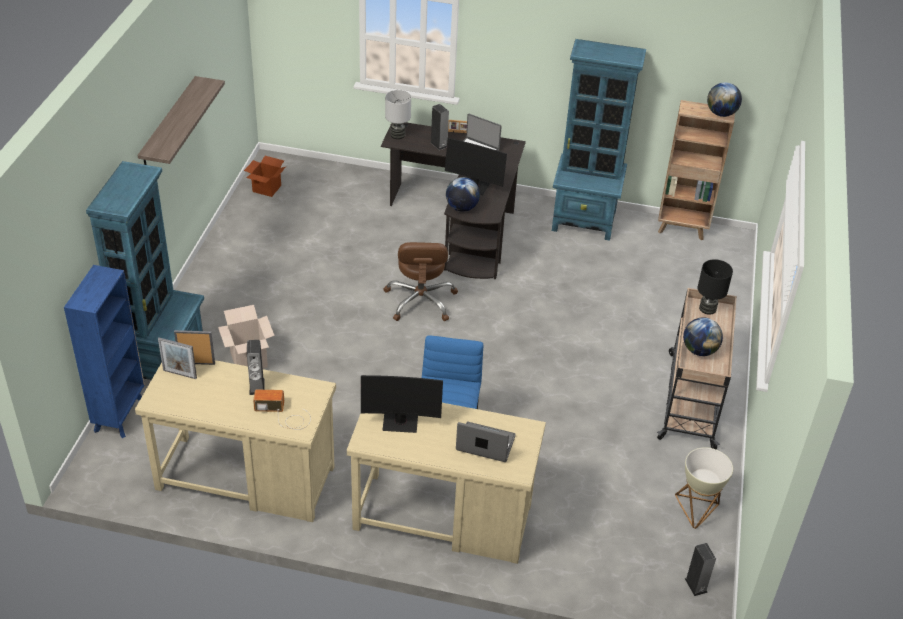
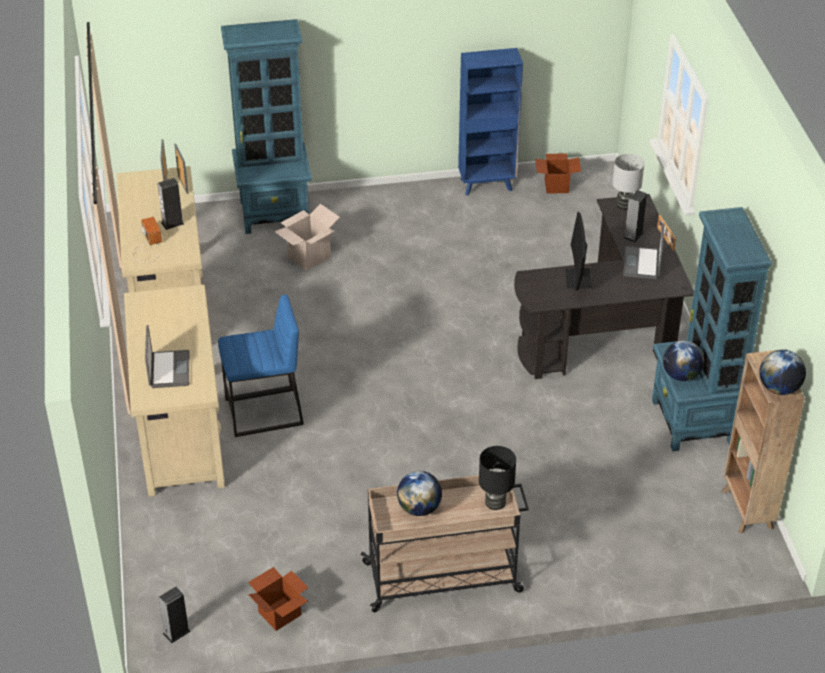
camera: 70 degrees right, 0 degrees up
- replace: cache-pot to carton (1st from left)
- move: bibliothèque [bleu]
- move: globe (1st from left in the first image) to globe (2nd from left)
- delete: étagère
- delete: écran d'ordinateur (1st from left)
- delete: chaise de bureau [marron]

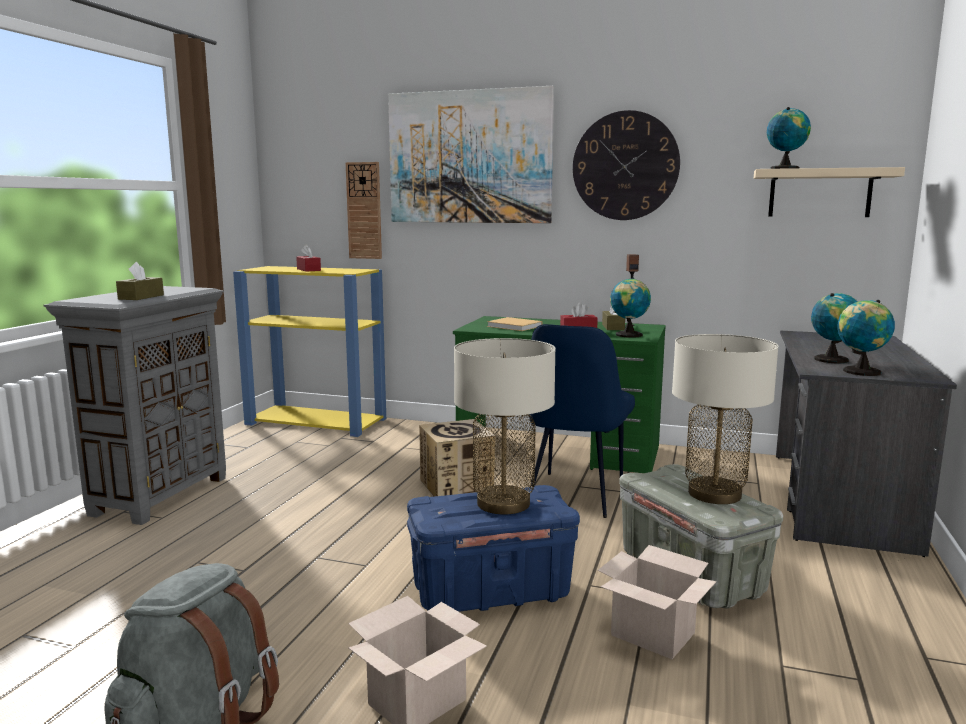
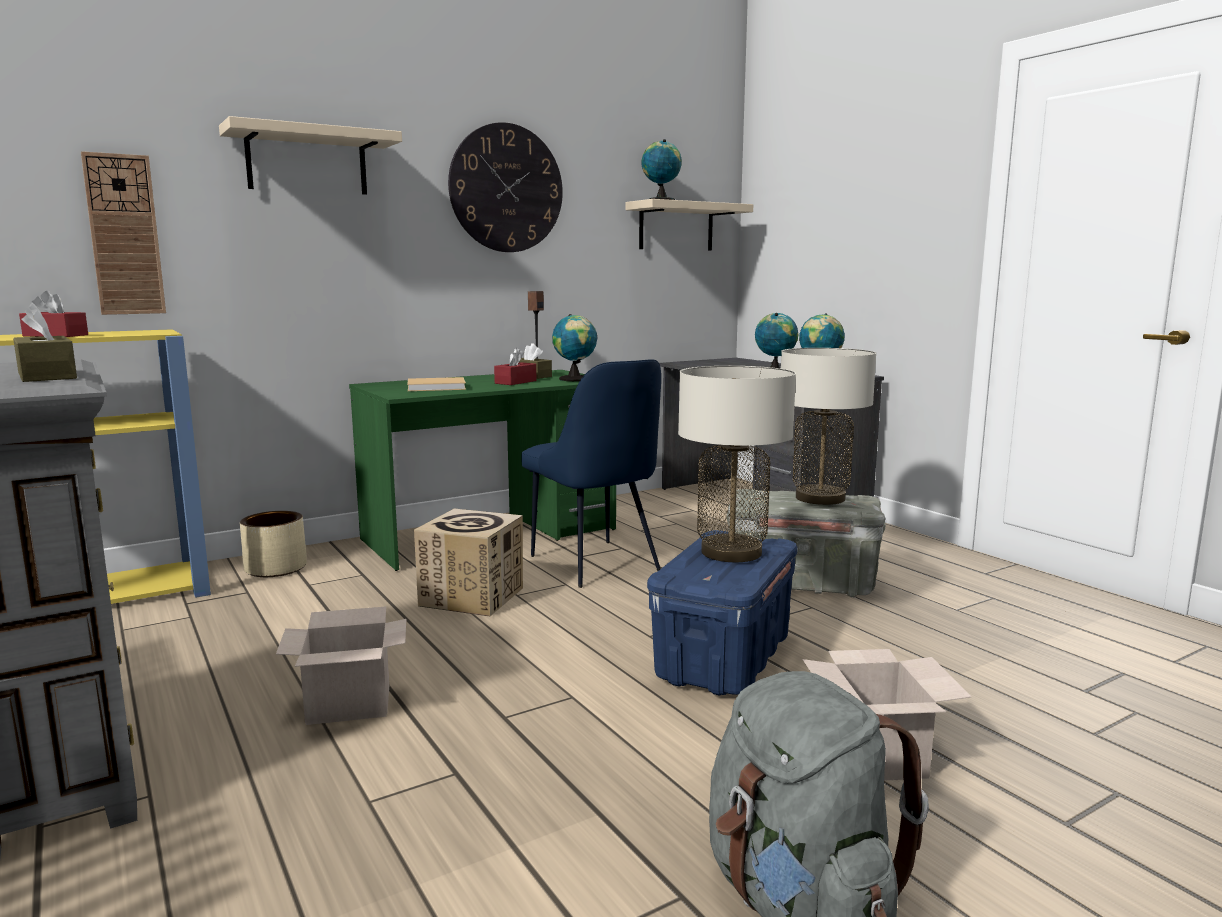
camera: 50 degrees left, 0 degrees up
- replace: tableau to étagère [beige] (1st from left)
- insert: cache-pot [beige]
- move: carton (3rd from left in the first image) to carton (1st from left)

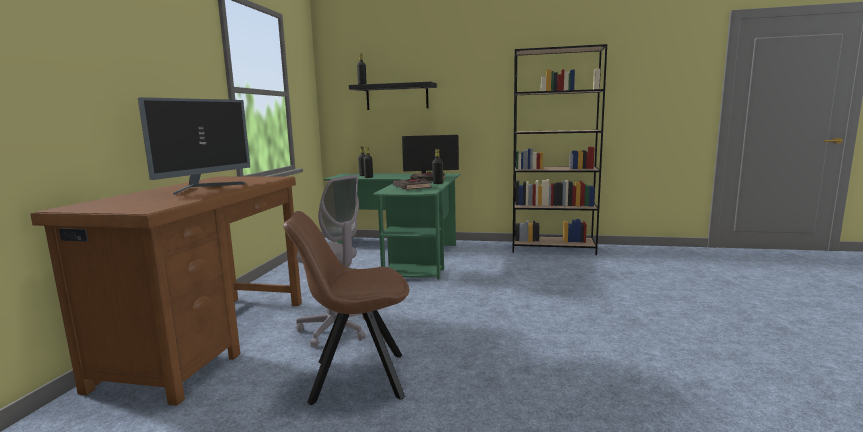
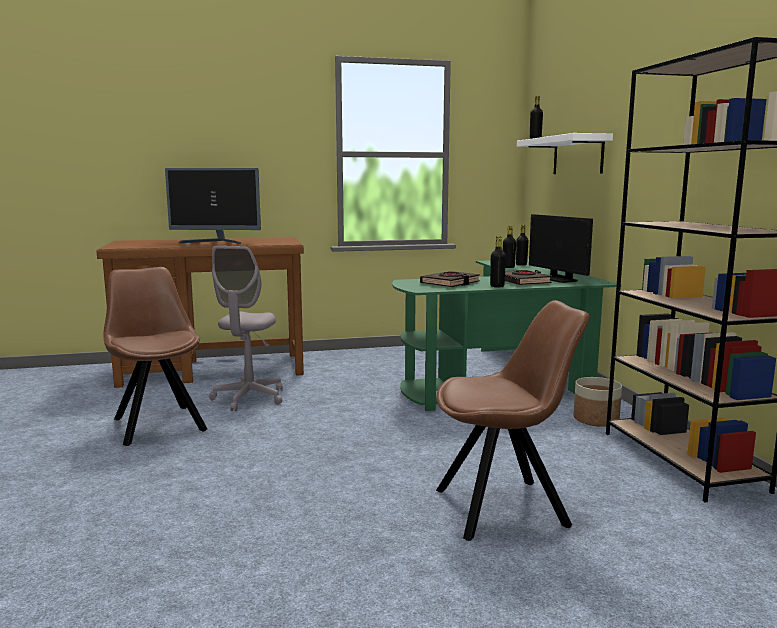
camera: 65 degrees right, 0 degrees up
- insert: chaise [marron] (2nd from left)
- recolor: étagère [noir] to étagère [blanc]
- insert: cache-pot

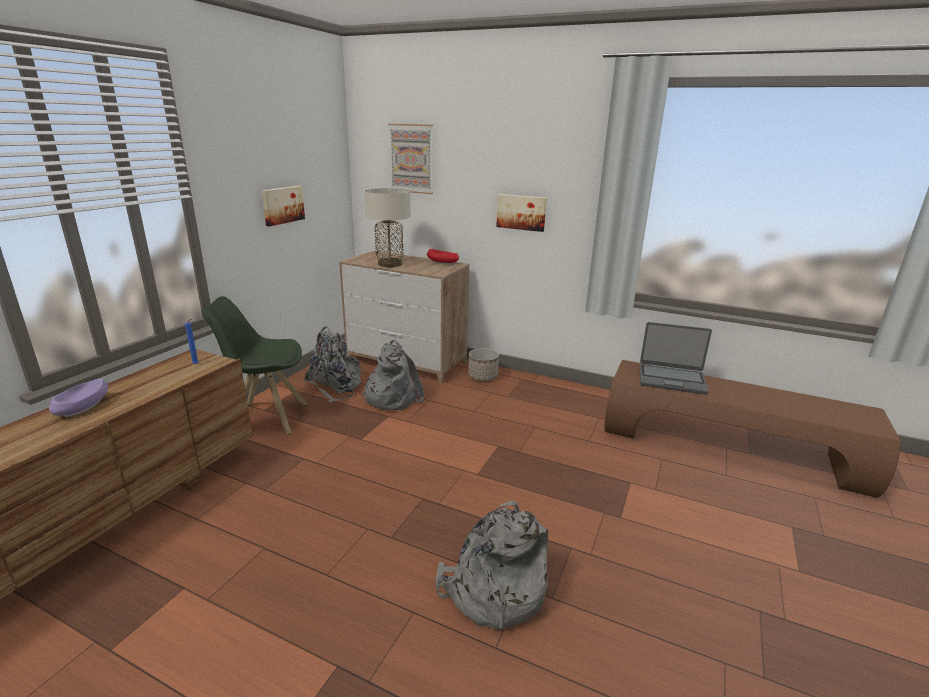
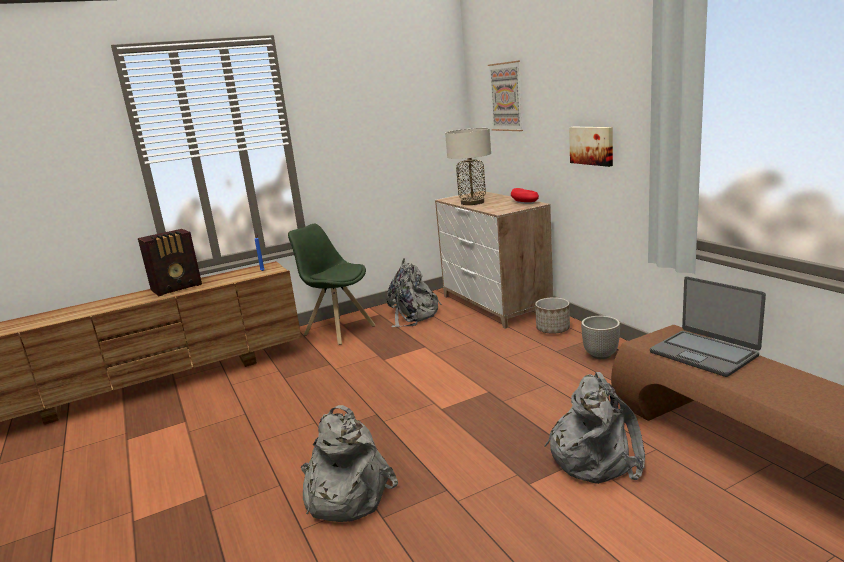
camera: 40 degrees right, 5 degrees down
- replace: bol [violet] to radio
- move: sac à dos [gris] (2nd from left in the first image) to sac à dos [gris] (3rd from left)
- insert: cache-pot (2nd from left)
- delete: tableau (1st from left)

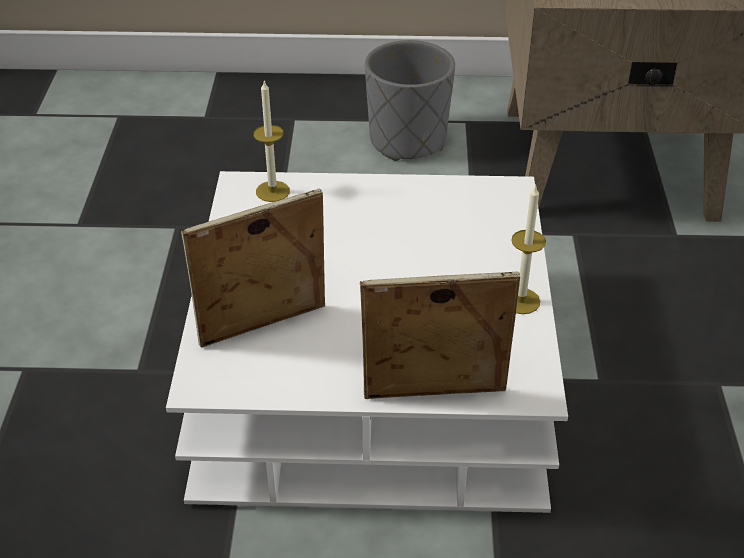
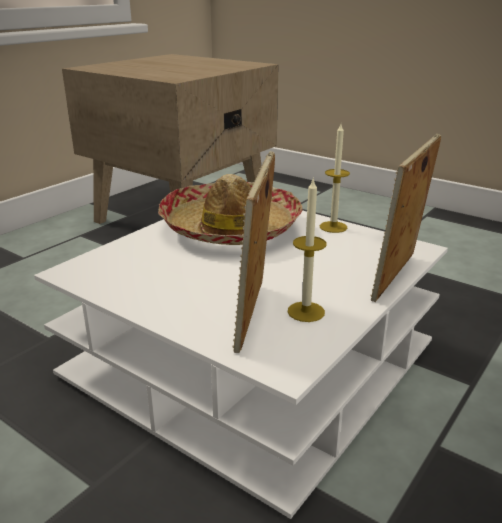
camera: 55 degrees left, 15 degrees down
- insert: chapeau
- move: bougie (1st from left)
- delete: cache-pot [gris]

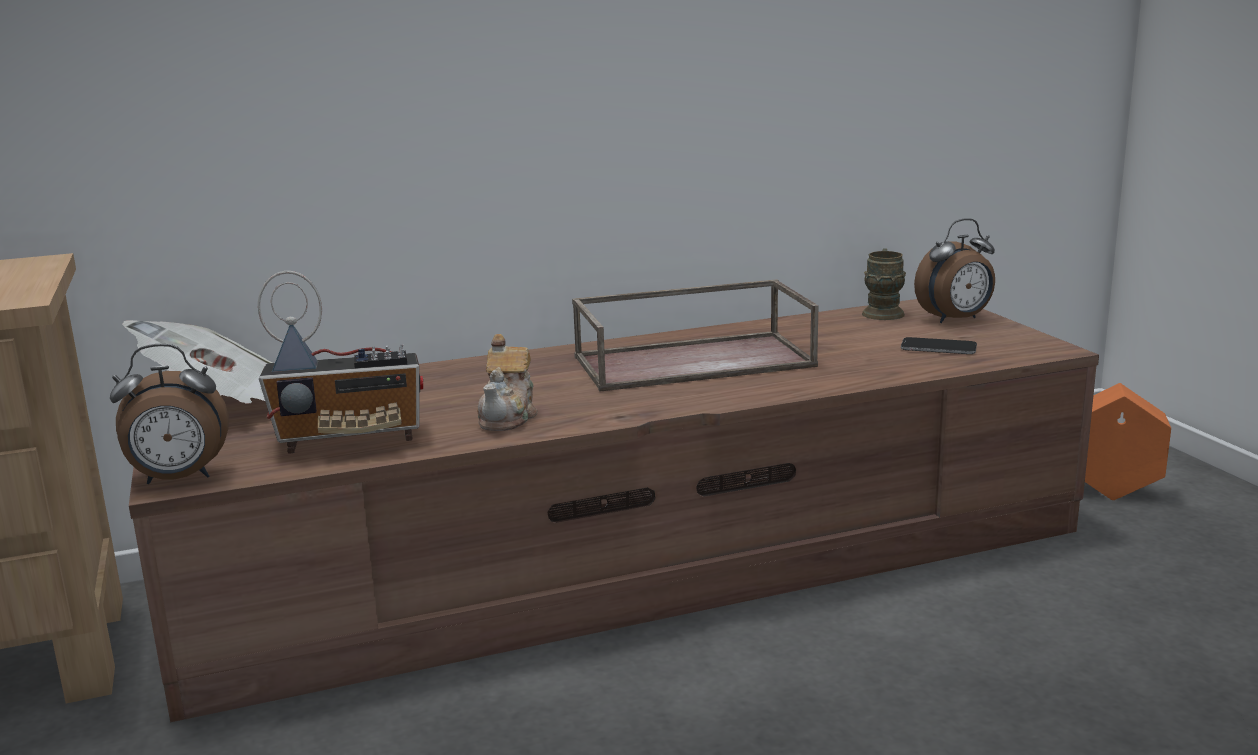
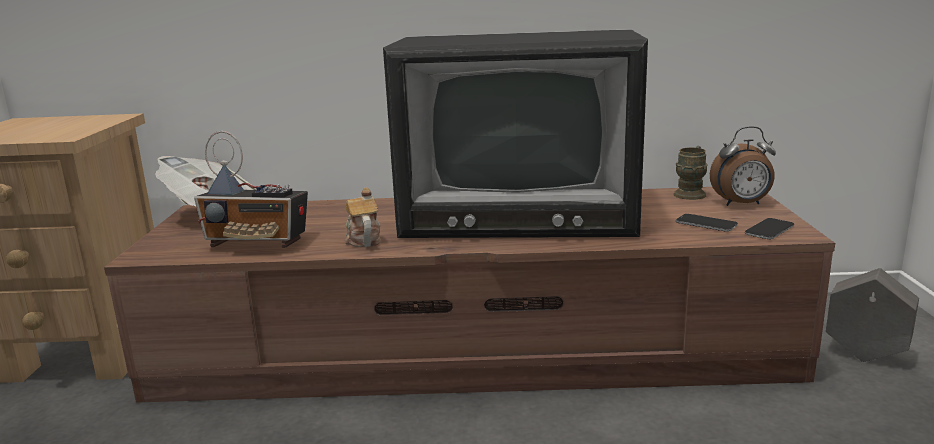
camera: 20 degrees right, 0 degrees up
- rotate: théière 135 degrees clockwise
- replace: plateau [marron] to téléviseur
- insert: téléphone (2nd from left)
- recolor: cache-pot [orange] to cache-pot [gris]
- delete: réveil (1st from left)

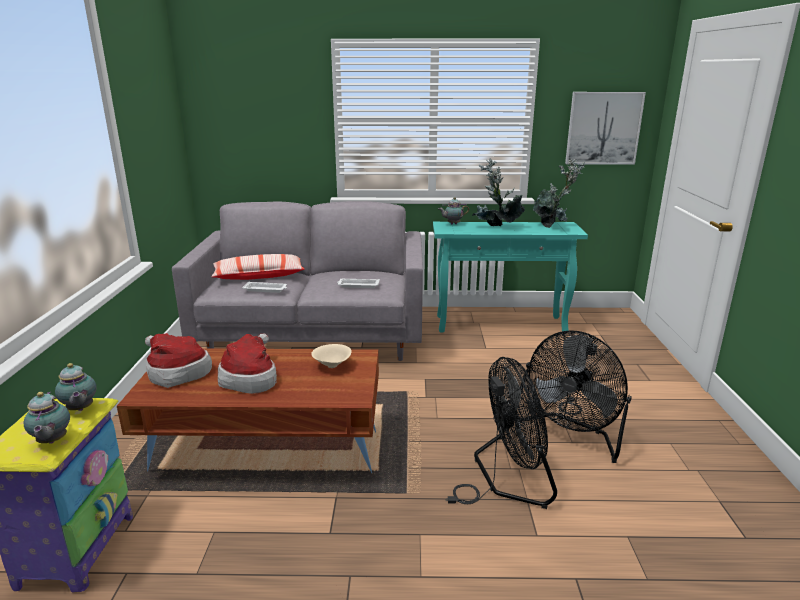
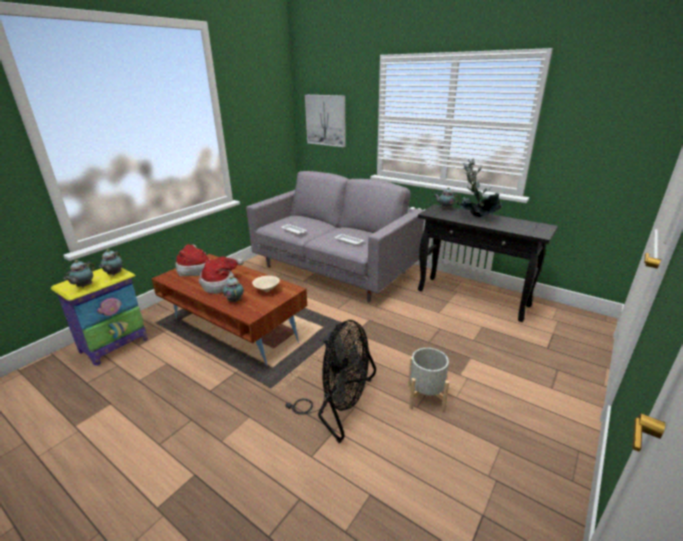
camera: 35 degrees right, 5 degrees up
- insert: théière (3rd from left)
- move: tableau
- replace: ventilateur [noir] (2nd from left) to cache-pot [gris]
- recolor: table console [turquoise] to table console [noir]
- delete: coussin
- delete: plante en pot (2nd from left)

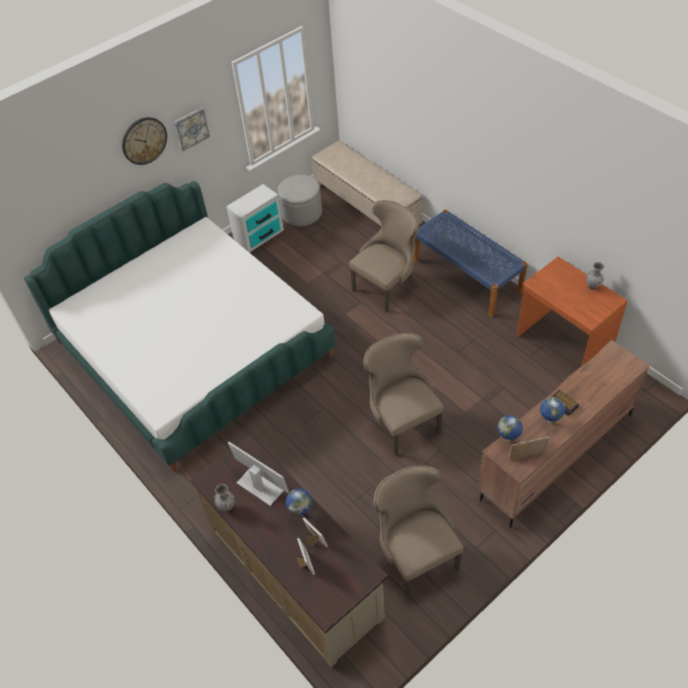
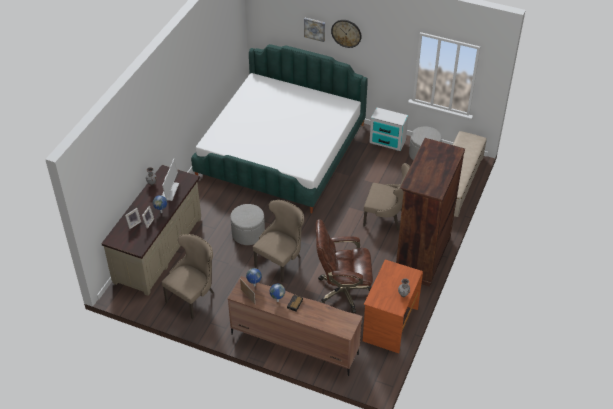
camera: 60 degrees right, 5 degrees down
- insert: pouf [gris] (1st from left)
- move: tableau
- insert: chaise de bureau [marron]
- replace: banc [bleu] to armoire [marron]

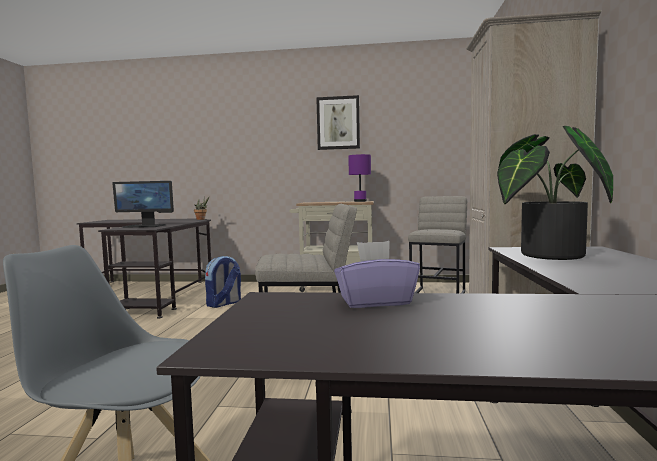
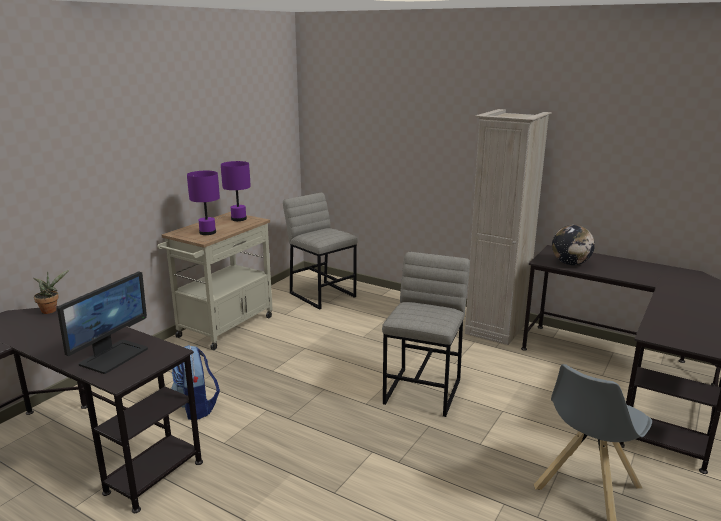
camera: 65 degrees left, 15 degrees up
- insert: lampe de table [violet] (1st from left)
- replace: plante en pot (2nd from left) to globe
- delete: tableau
- delete: boîte à mouchoirs [violet]

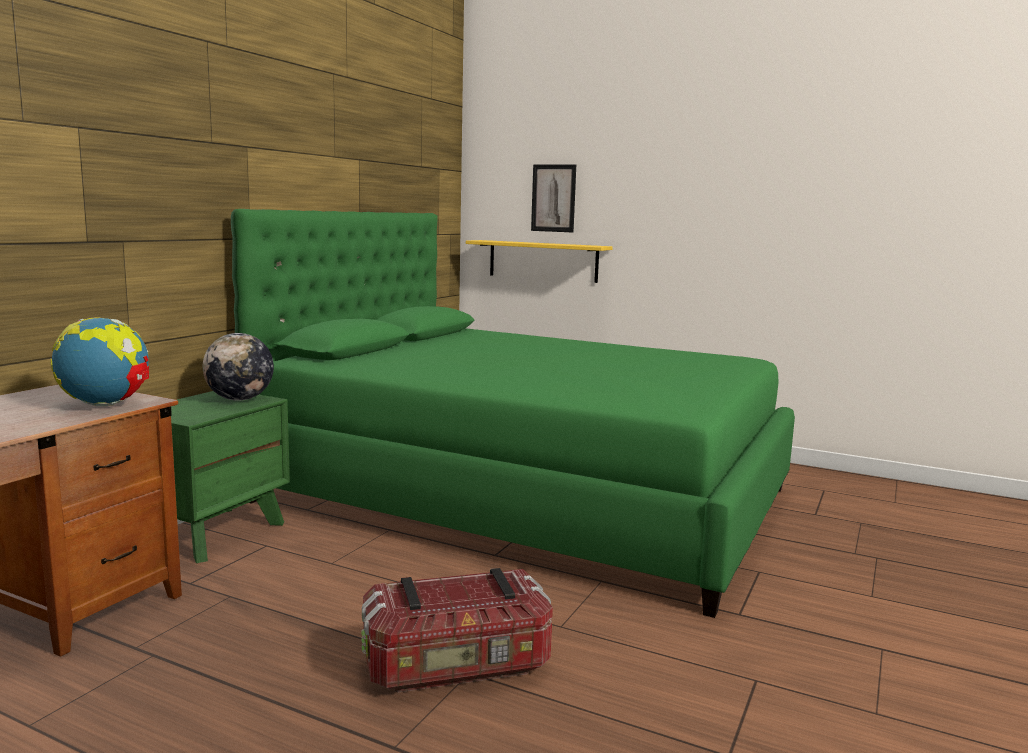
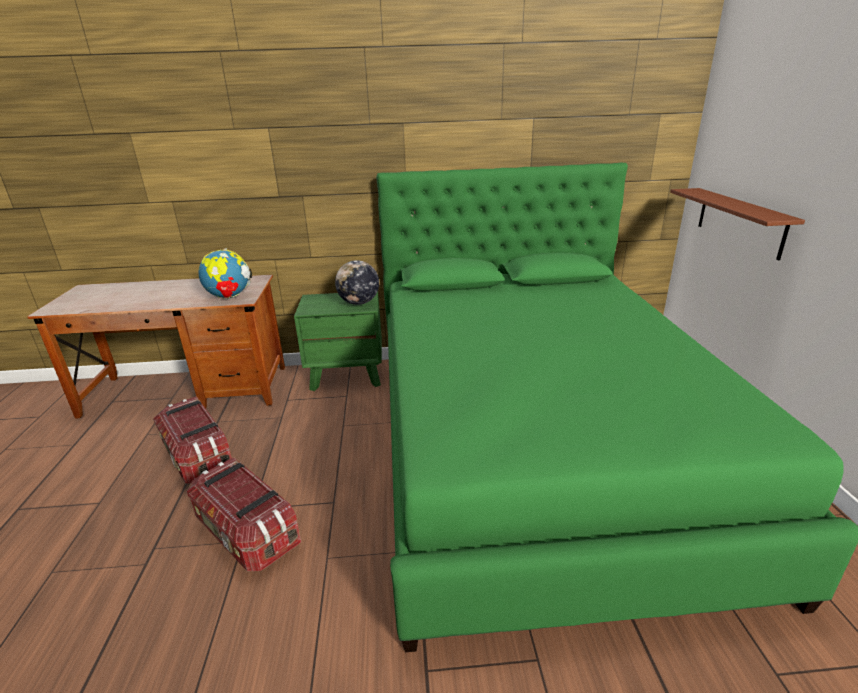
camera: 60 degrees right, 15 degrees up
- insert: boîte de rangement (1st from left)
- recolor: étagère [jaune] to étagère [marron]
- delete: tableau

